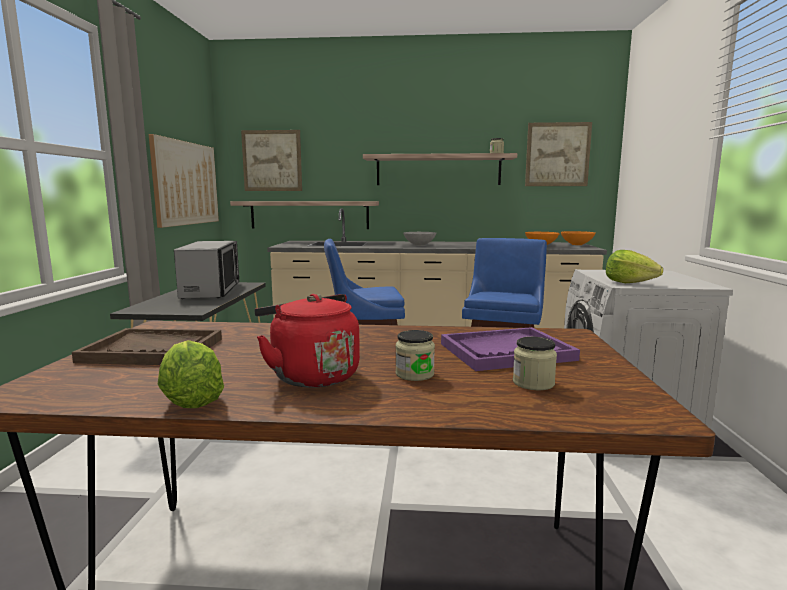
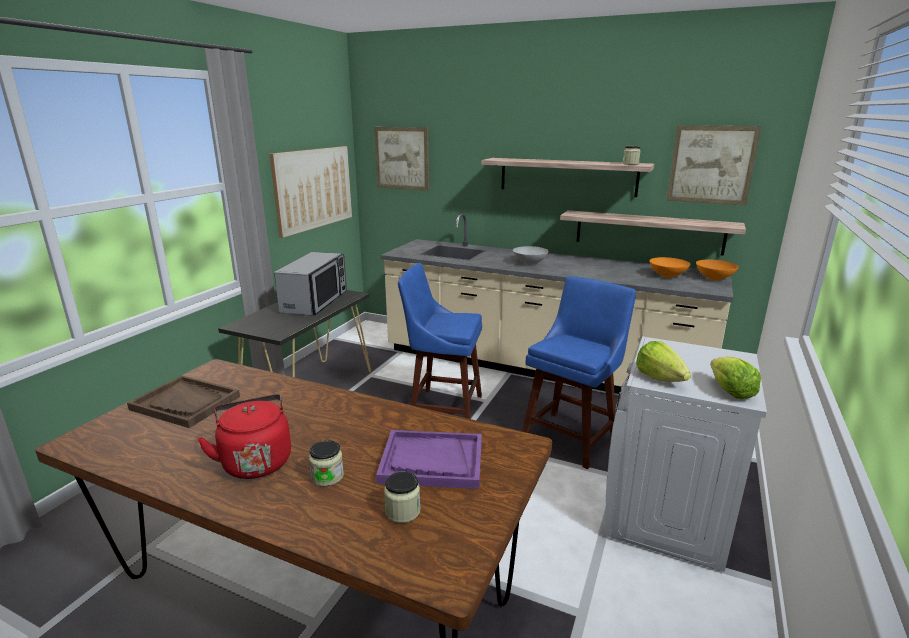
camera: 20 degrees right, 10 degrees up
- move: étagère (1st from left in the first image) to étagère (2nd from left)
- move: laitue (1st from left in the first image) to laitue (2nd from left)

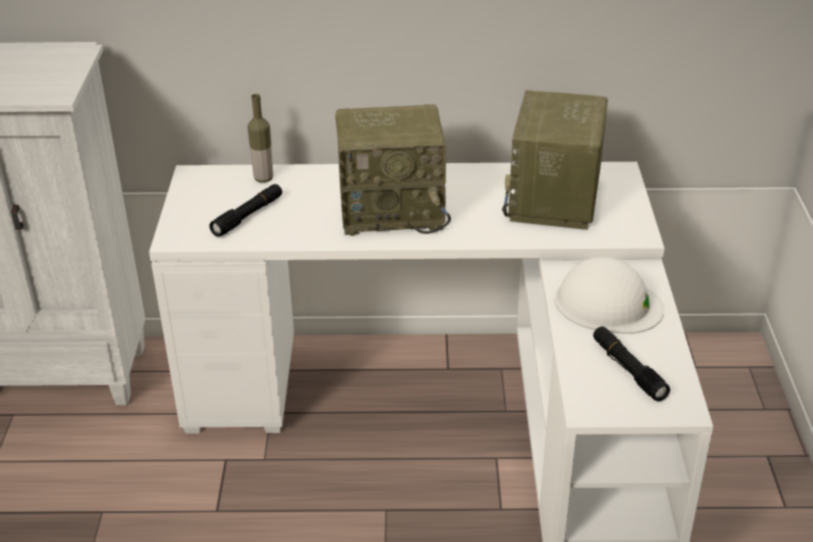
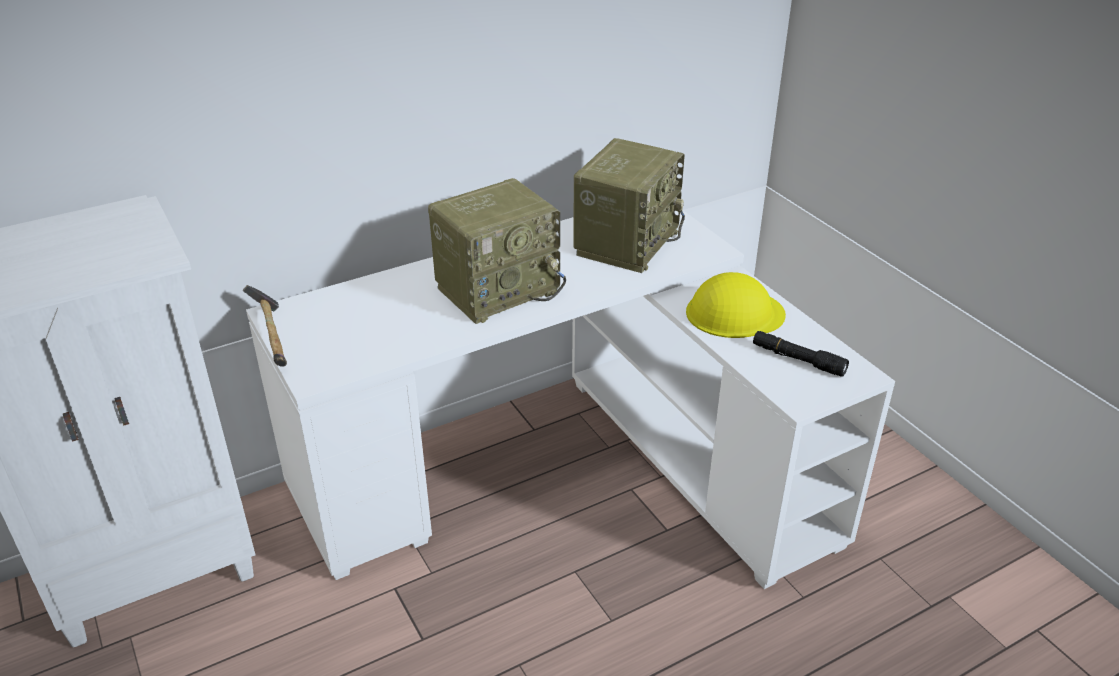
camera: 30 degrees left, 0 degrees up
- insert: marteau
- rotate: radio (2nd from left) 135 degrees counterclockwise
- recolor: casque de chantier [blanc] to casque de chantier [jaune]
- delete: lampe de poche [noir] (1st from left)
- delete: bouteille

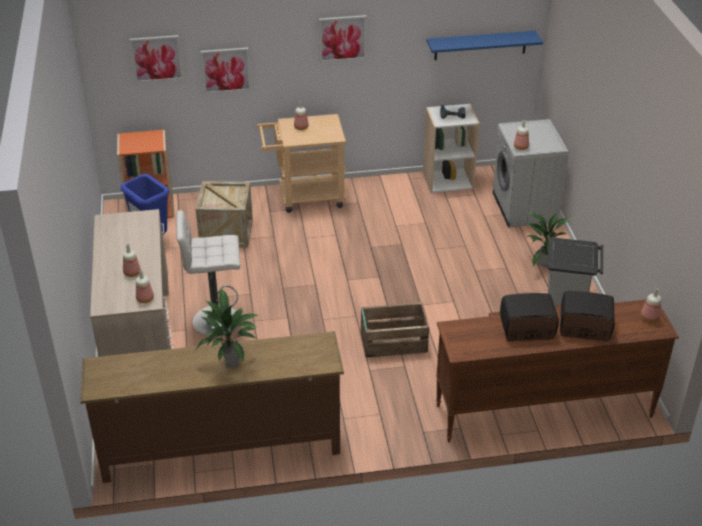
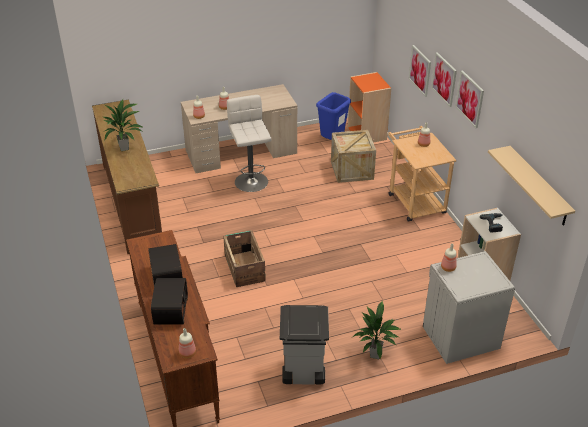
camera: 80 degrees right, 0 degrees up
- move: tableau (1st from left in the first image) to tableau (2nd from left)
- recolor: étagère [bleu] to étagère [beige]

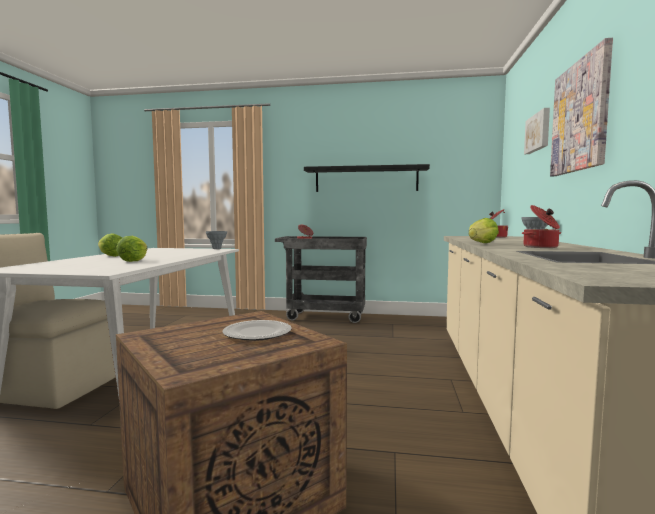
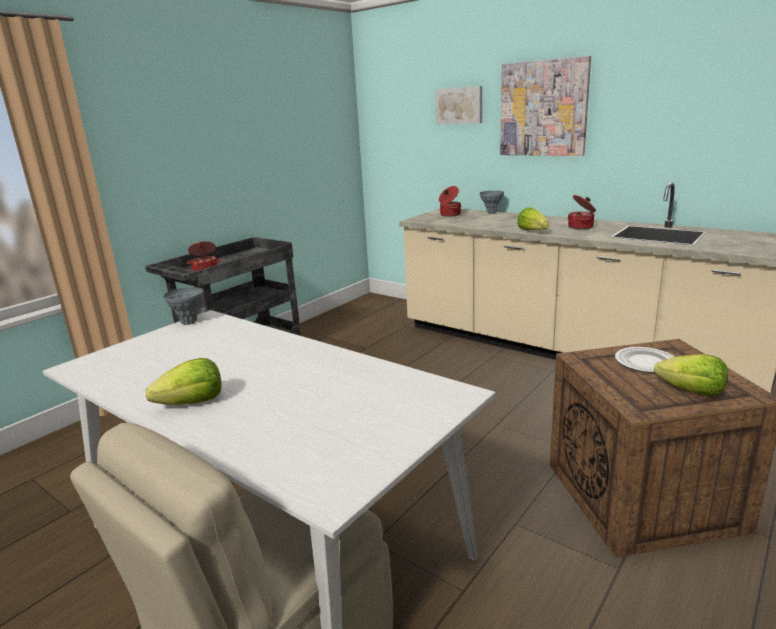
camera: 60 degrees left, 15 degrees up
- move: laitue (2nd from left in the first image) to laitue (3rd from left)
- delete: étagère [noir]

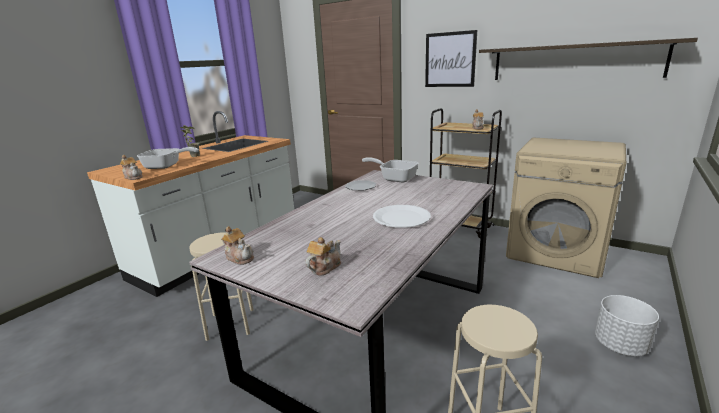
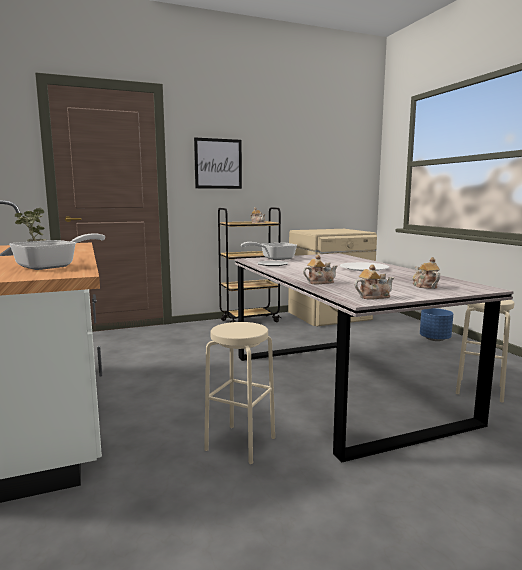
camera: 55 degrees left, 10 degrees down
- move: théière (1st from left in the first image) to théière (2nd from left)
- recolor: cache-pot [blanc] to cache-pot [bleu]
- delete: étagère

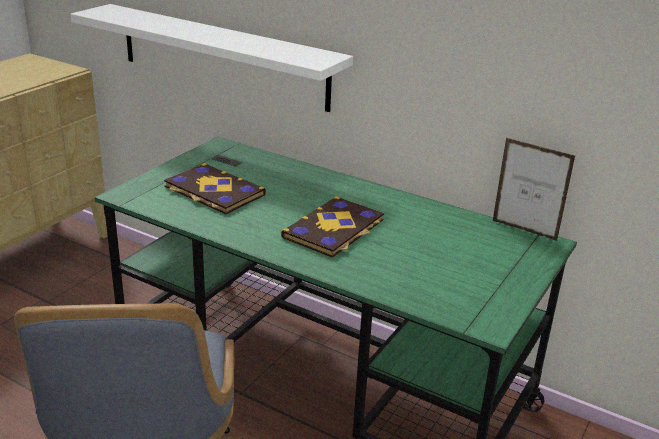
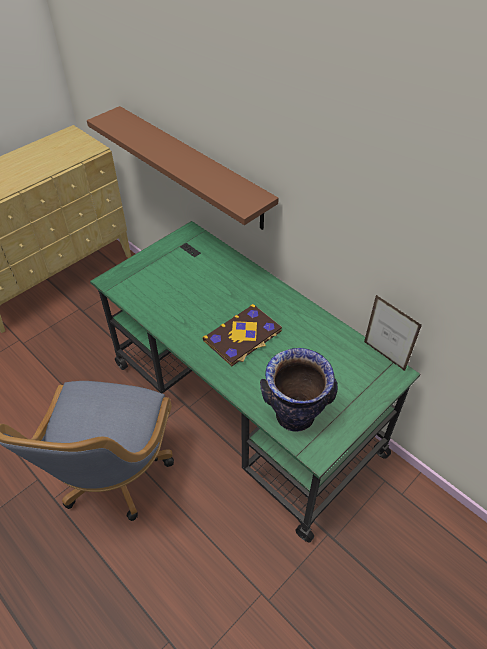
camera: 15 degrees right, 20 degrees up
- recolor: étagère [blanc] to étagère [marron]
- insert: vase
- delete: livre (1st from left)

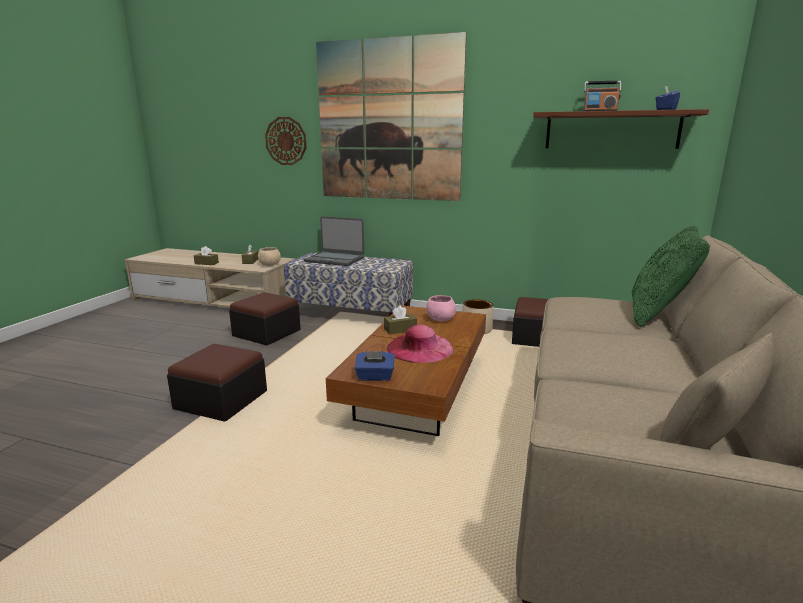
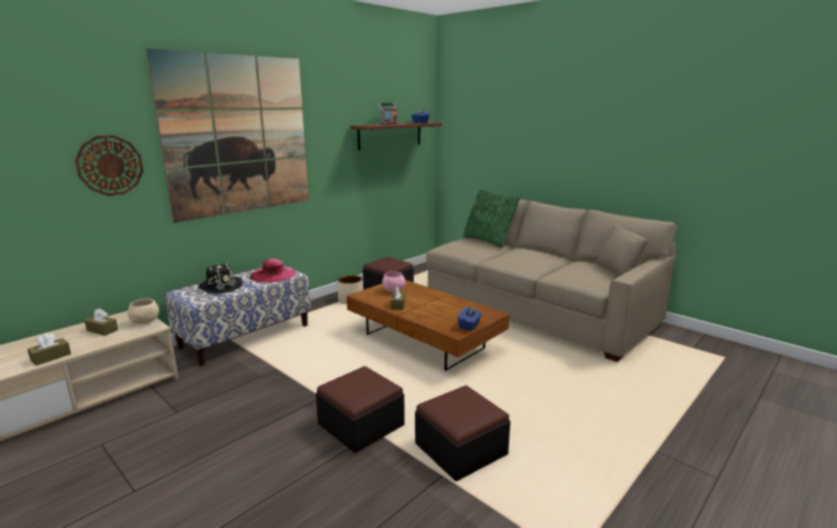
camera: 65 degrees left, 0 degrees up
- replace: ordinateur portable to chapeau [noir]
- move: chapeau [rose]
- move: pouf (2nd from left in the first image) to pouf (3rd from left)

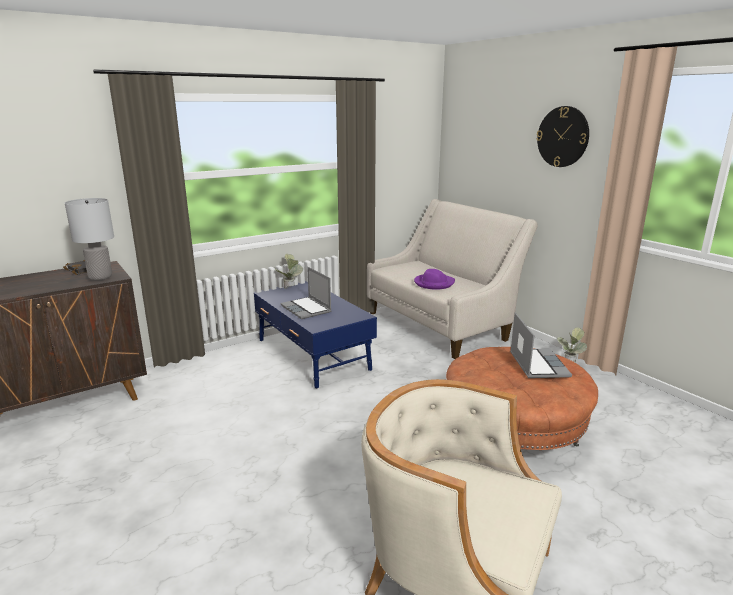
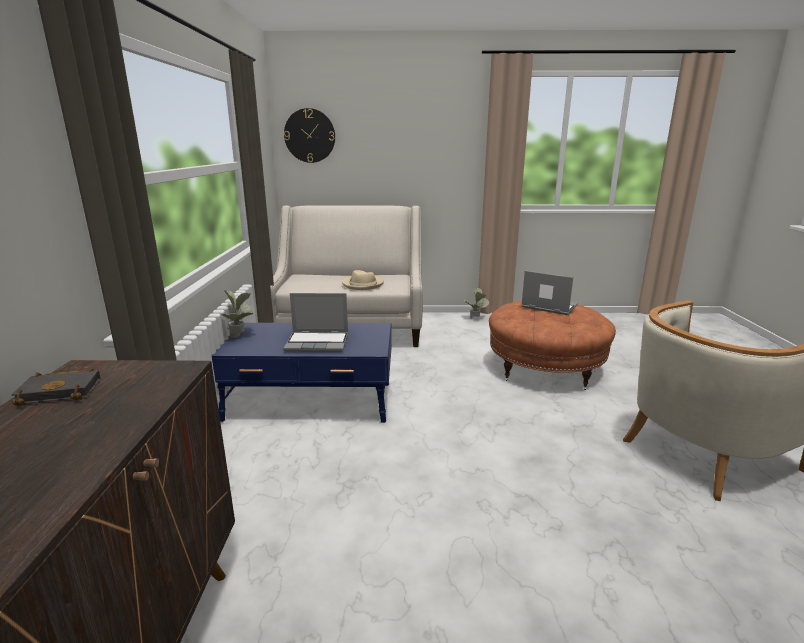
camera: 55 degrees left, 0 degrees up
- move: horloge murale
- recolor: chapeau [violet] to chapeau [beige]
- delete: lampe de table [gris]

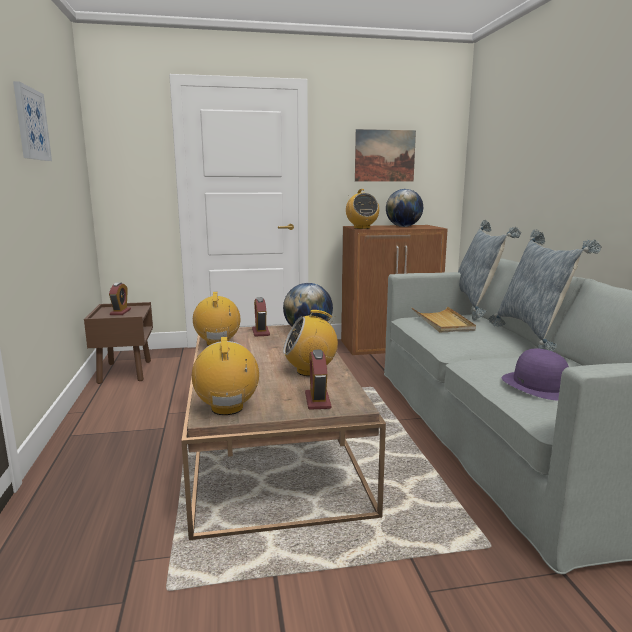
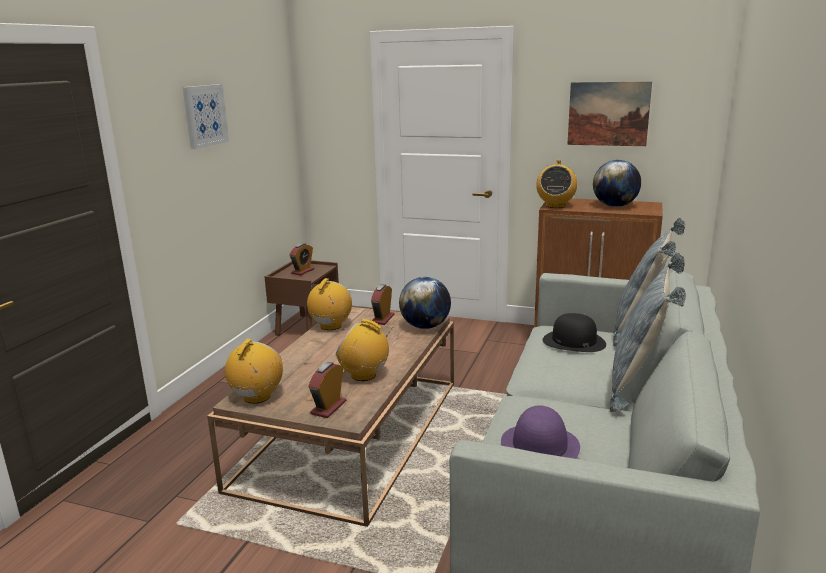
camera: 30 degrees right, 5 degrees up
- replace: plateau [beige] to chapeau [noir]

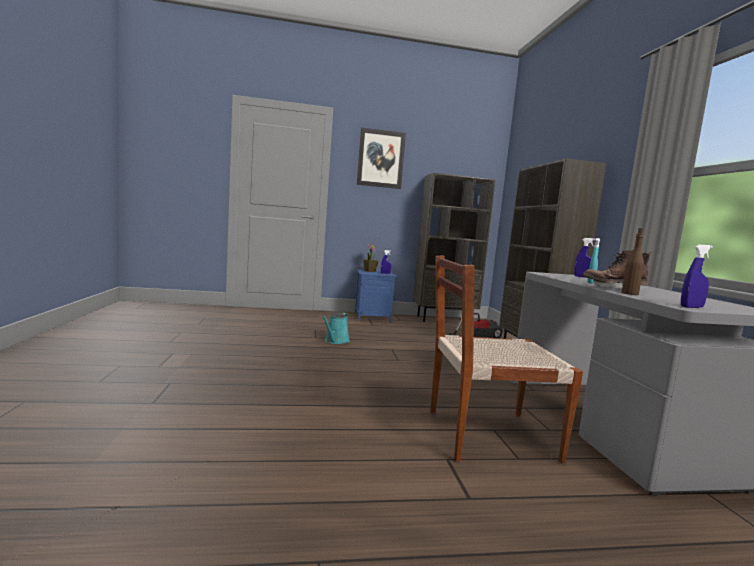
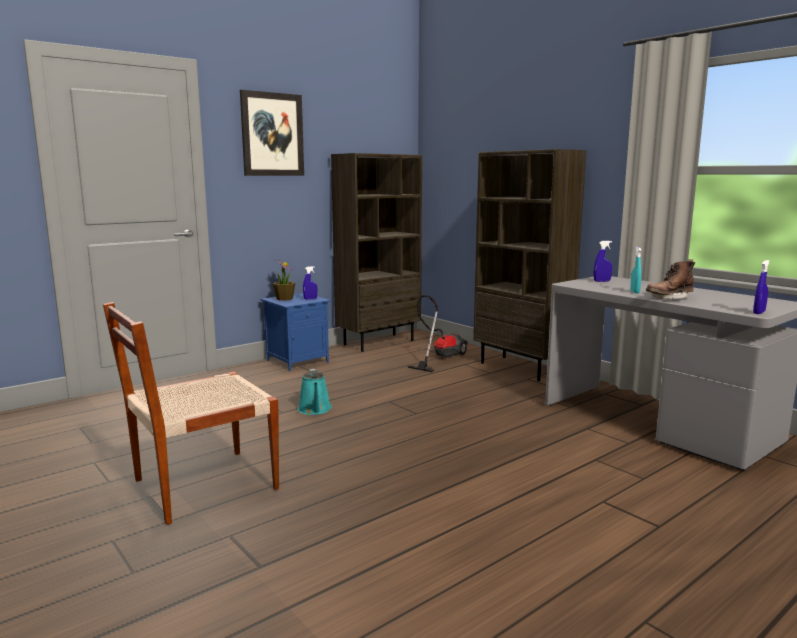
camera: 30 degrees left, 5 degrees up
- move: chaise
- delete: bouteille [marron]

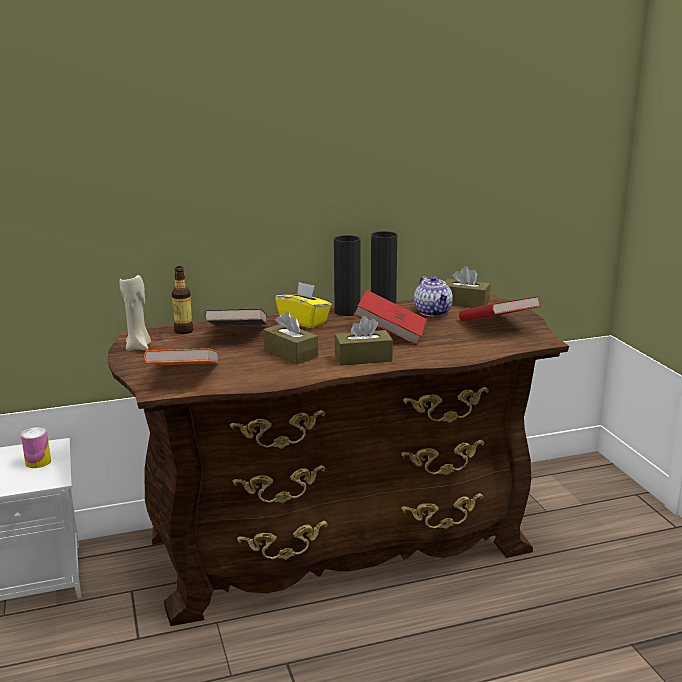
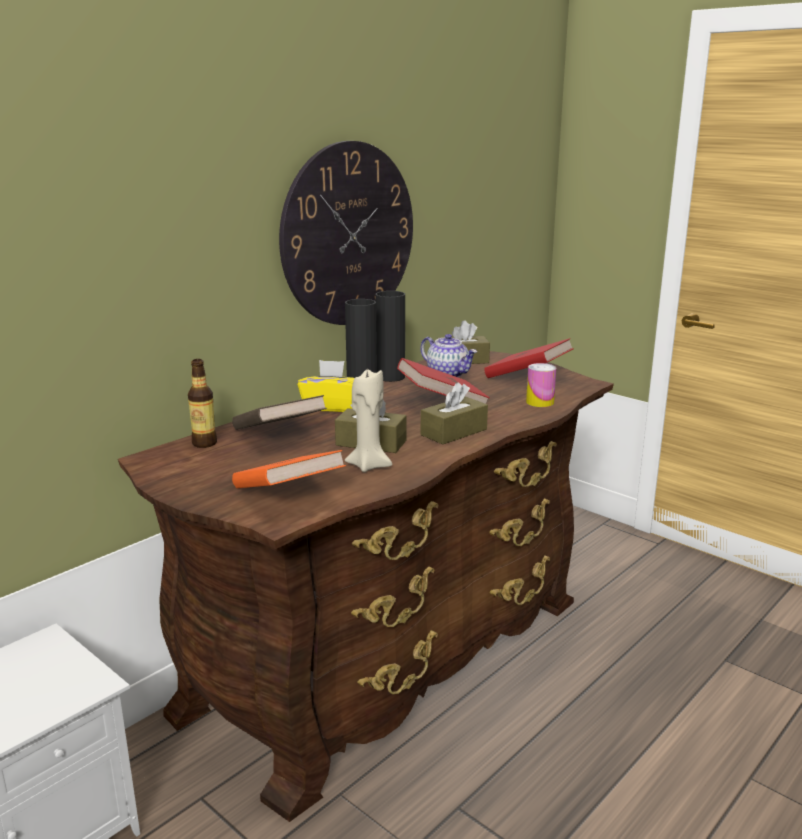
camera: 30 degrees left, 0 degrees up
- insert: horloge murale
- move: bougie [beige]
- move: boîte métallique

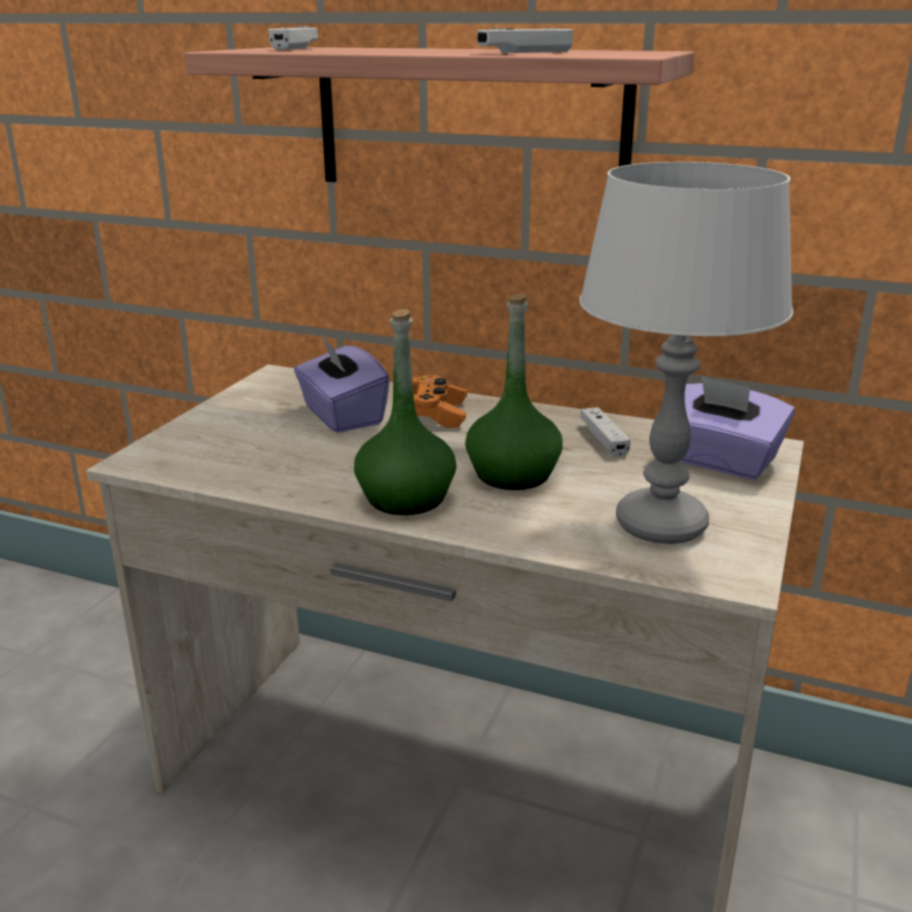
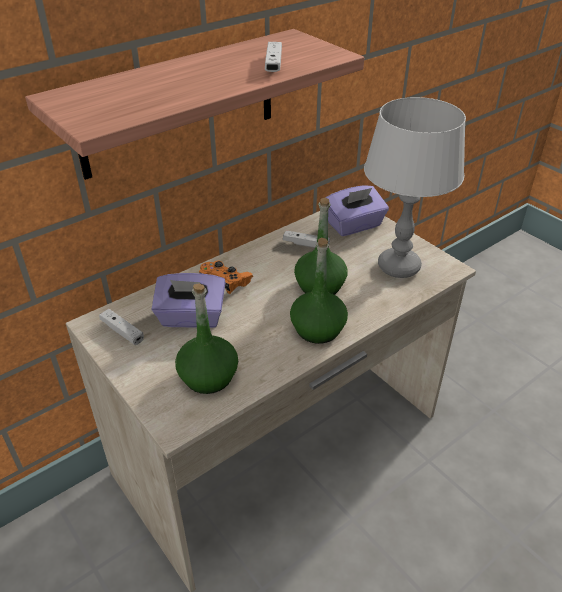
camera: 60 degrees left, 15 degrees up
- move: manette [blanc] (1st from left)
- insert: bouteille [vert] (1st from left)

